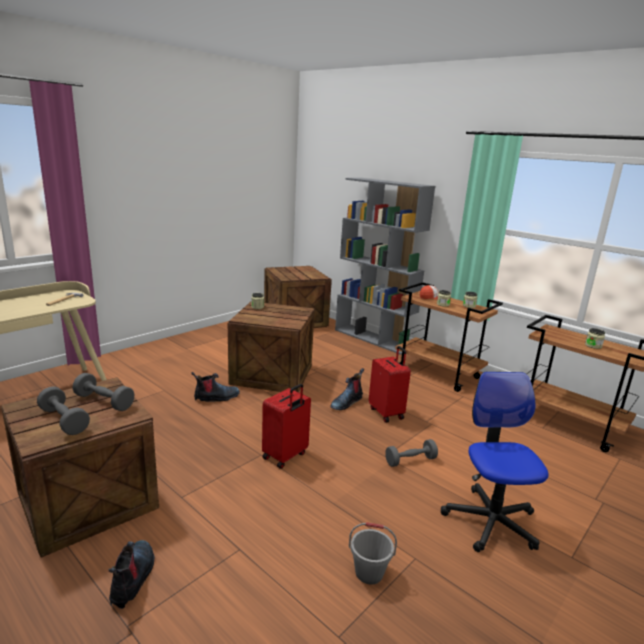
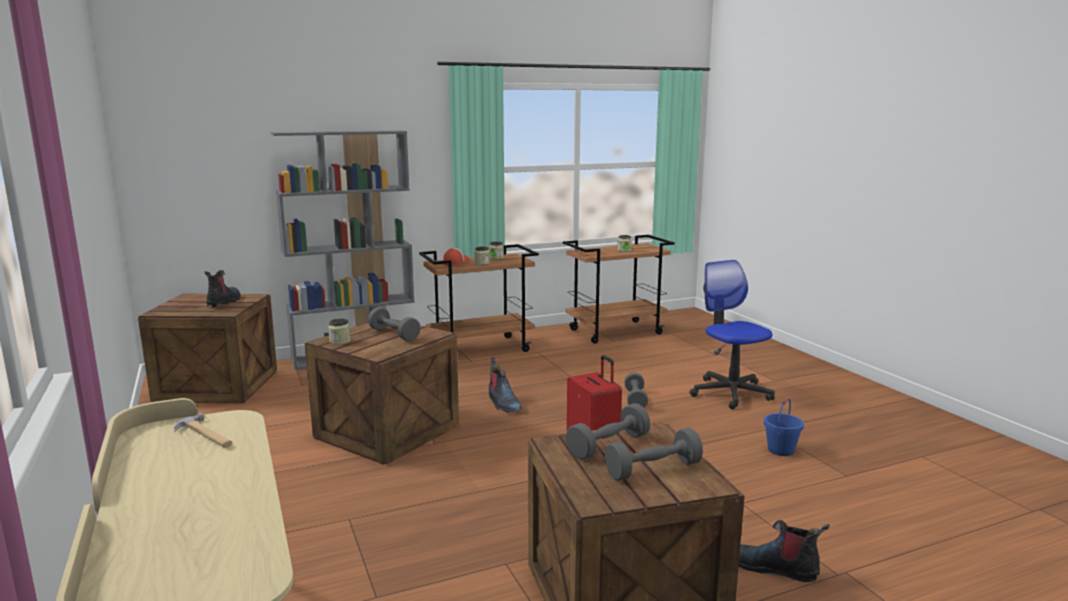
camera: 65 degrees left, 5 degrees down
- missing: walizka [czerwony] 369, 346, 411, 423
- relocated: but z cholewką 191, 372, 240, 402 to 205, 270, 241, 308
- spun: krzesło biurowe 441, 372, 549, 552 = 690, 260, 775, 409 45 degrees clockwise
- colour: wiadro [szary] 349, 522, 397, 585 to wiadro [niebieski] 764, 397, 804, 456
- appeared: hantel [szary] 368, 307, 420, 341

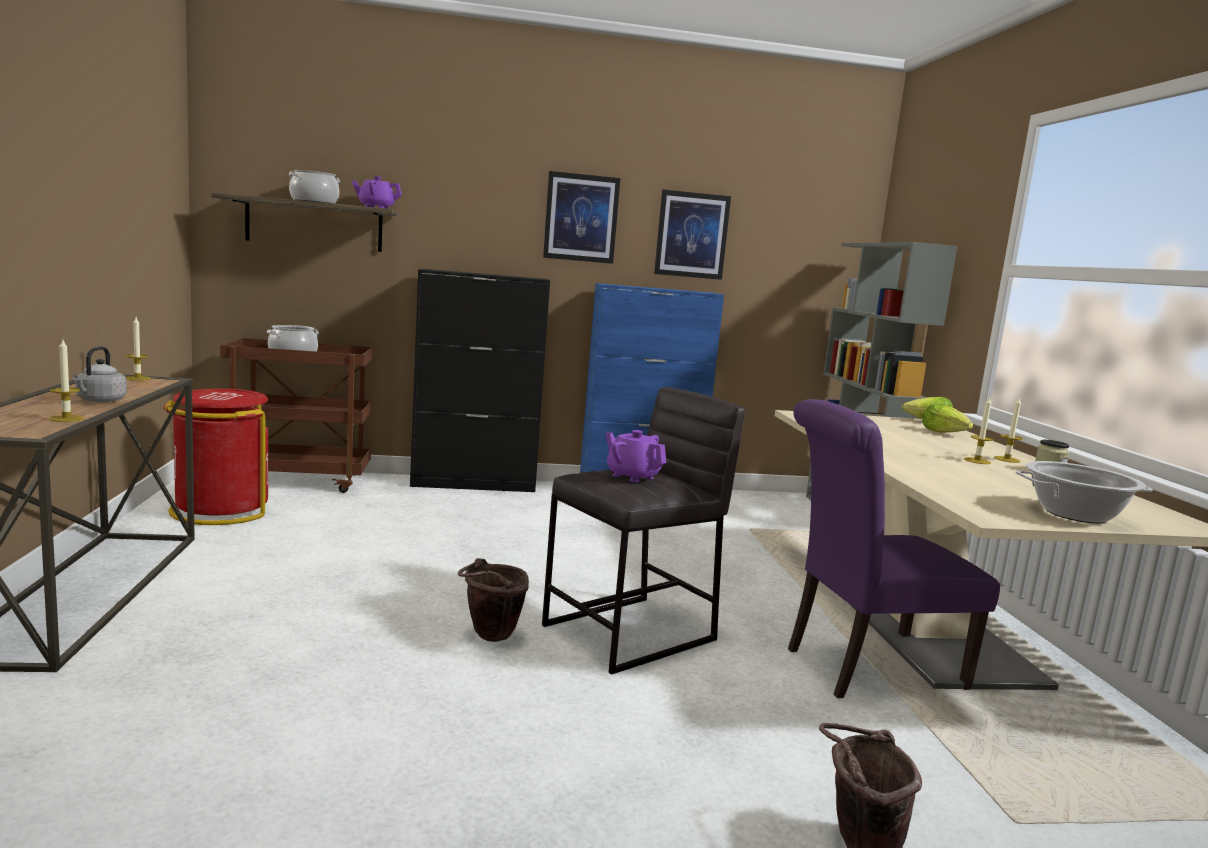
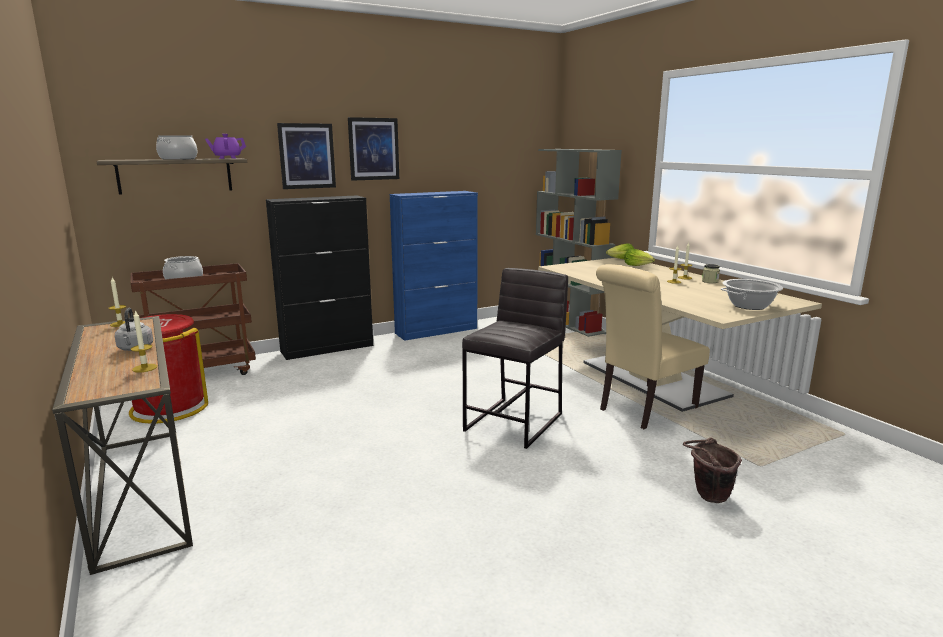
camera: 20 degrees left, 5 degrees up
- relocated: obraz 654, 190, 731, 280 to 277, 123, 336, 189
- colour: krzesło [fioletowy] 788, 399, 1000, 698 to krzesło [beżowy] 596, 264, 710, 429
- missing: imbryk [fioletowy] 605, 430, 667, 483
- missing: wiadro [brązowy] 458, 558, 529, 642

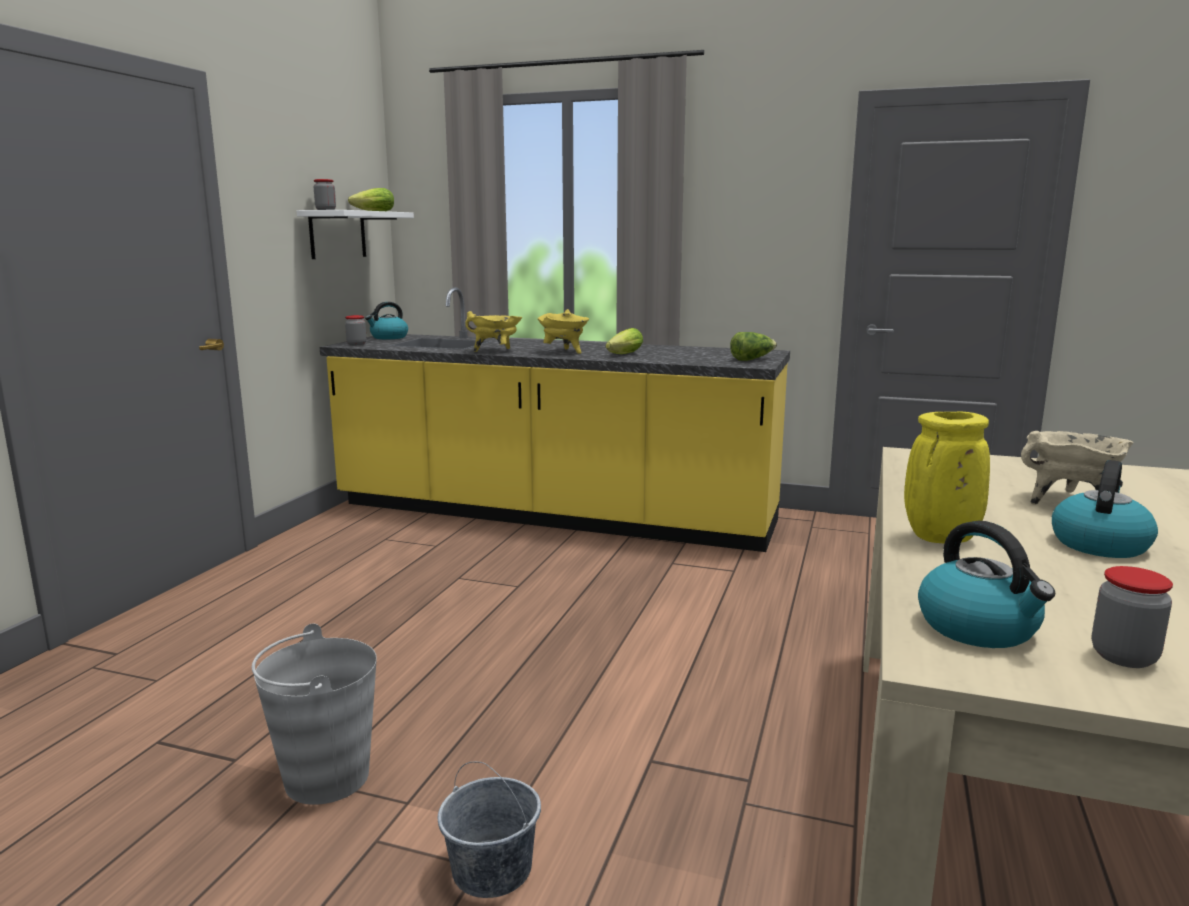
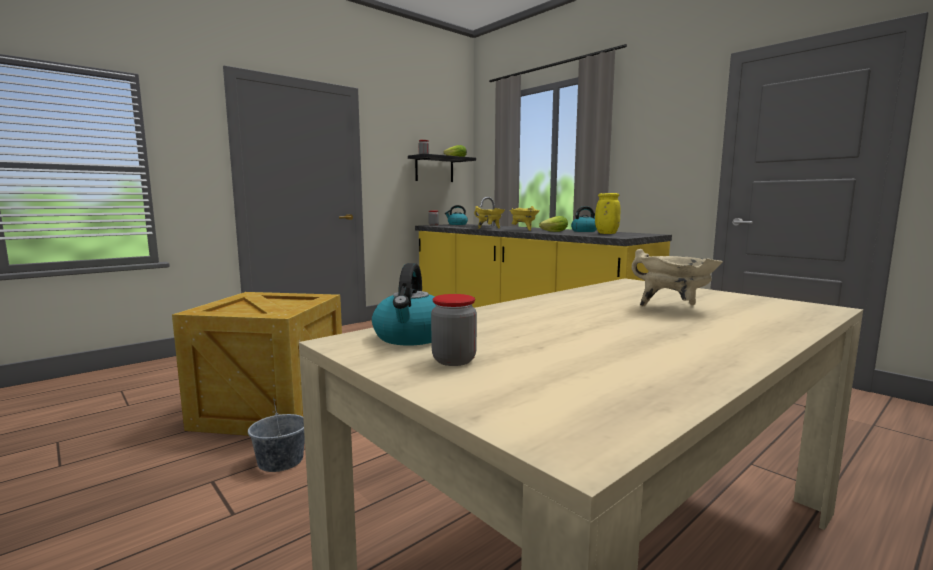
camera: 30 degrees right, 5 degrees down
- colour: półka [biały] 297, 210, 414, 259 to półka [czarny] 408, 154, 476, 182
- missing: sałata 730, 332, 777, 361
- relocated: wazon [żółty] 904, 412, 990, 543 to 595, 193, 620, 234
- relocated: czajnik 1052, 460, 1158, 558 to 571, 206, 597, 232
- exchanged: wiadro [szary] 252, 623, 377, 805 to skrzynka 172, 292, 342, 436

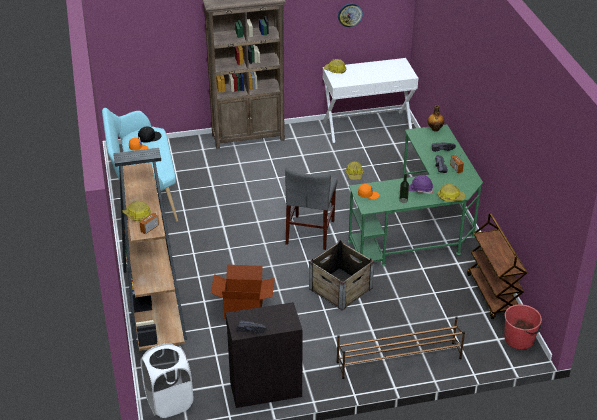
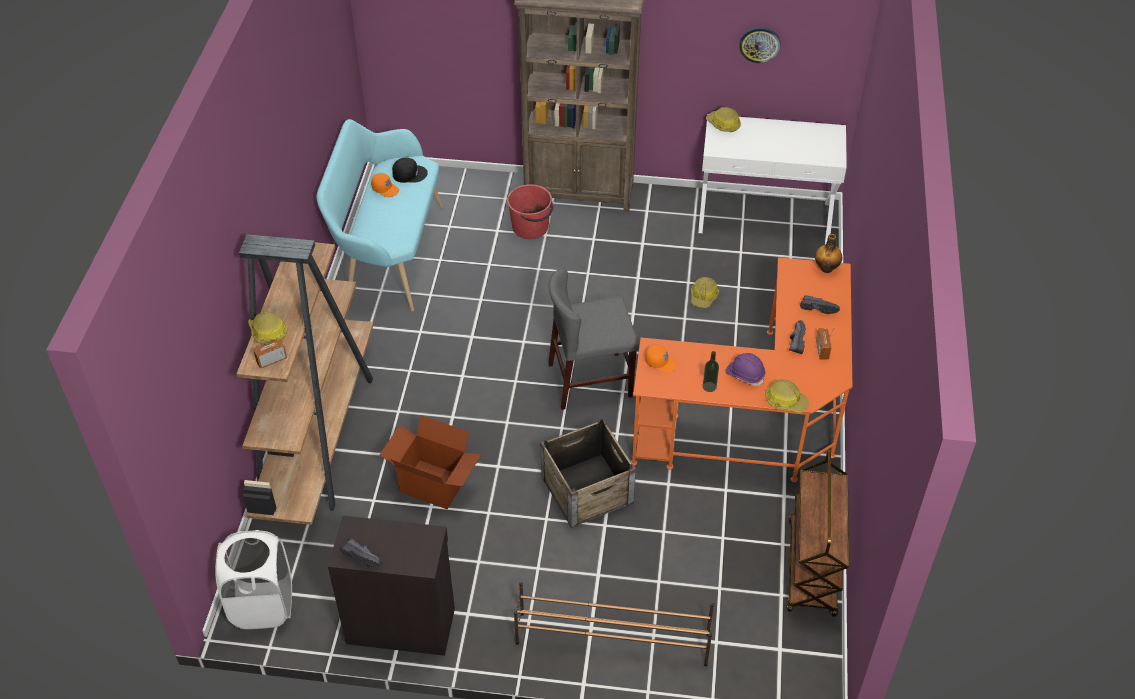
camera: 20 degrees right, 10 degrees up
- colour: biurko [zielony] 348, 124, 483, 266 to biurko [pomarańczowy] 631, 257, 852, 482
- spun: krzesło [szary] 285, 168, 338, 250 = 548, 268, 639, 410 45 degrees clockwise
- relocated: wiadro [czerwony] 504, 304, 542, 349 to 507, 184, 553, 239

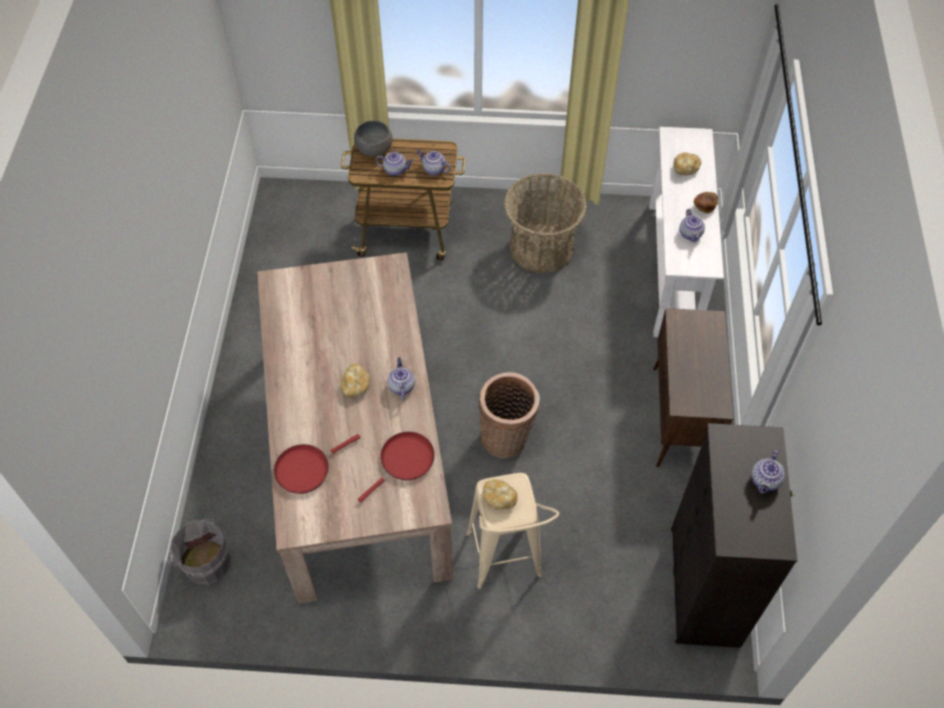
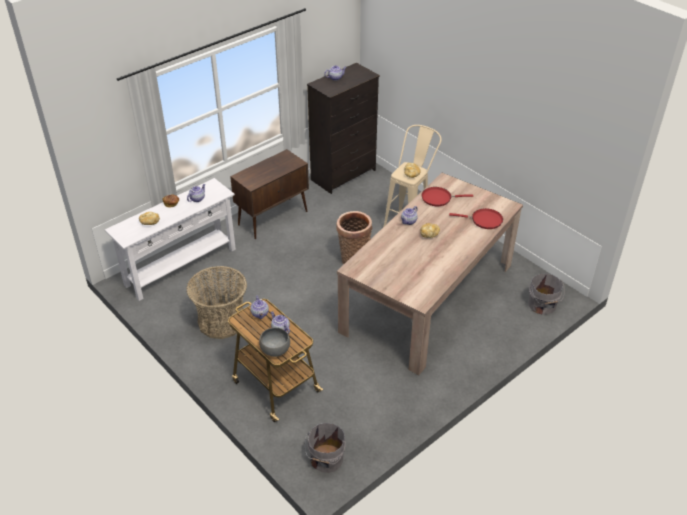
camera: 135 degrees left, 15 degrees down
- appeared: wiadro [szary] 305, 423, 346, 473

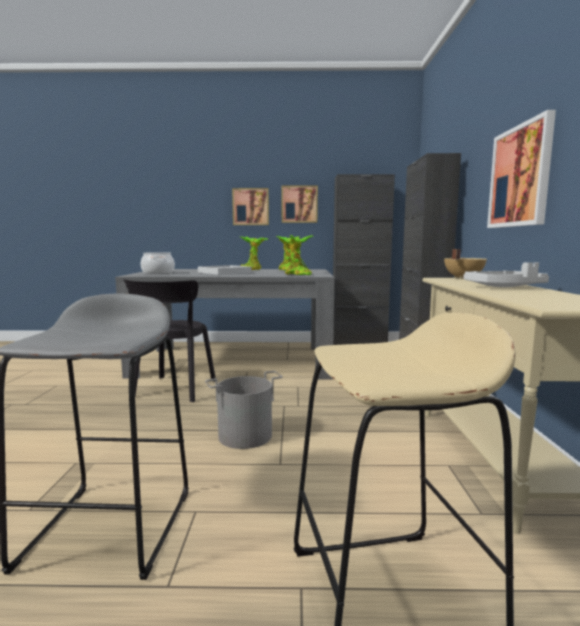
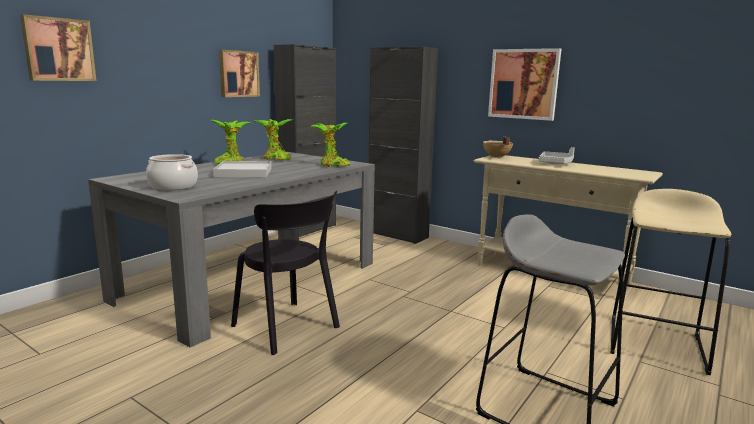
camera: 55 degrees left, 5 degrees up
- relocated: obraz 232, 188, 269, 225 to 20, 14, 96, 81
- missing: wiadro [szary] 205, 371, 283, 449

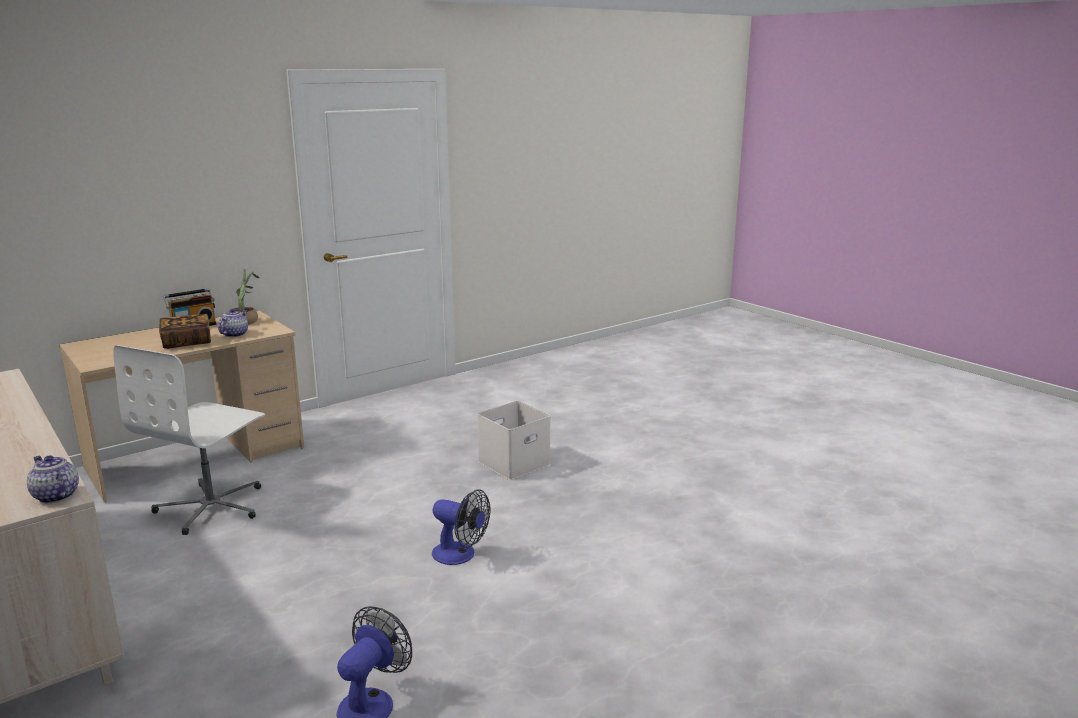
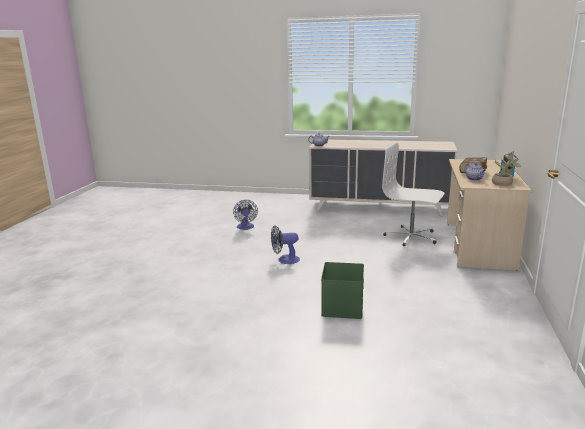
camera: 140 degrees right, 0 degrees up
- spun: krzesło biurowe [biały] 113, 345, 265, 535 = 382, 142, 444, 246 45 degrees counterclockwise
- colour: pojemnik do przechowywania [biały] 477, 401, 551, 480 to pojemnik do przechowywania [zielony] 321, 262, 364, 319

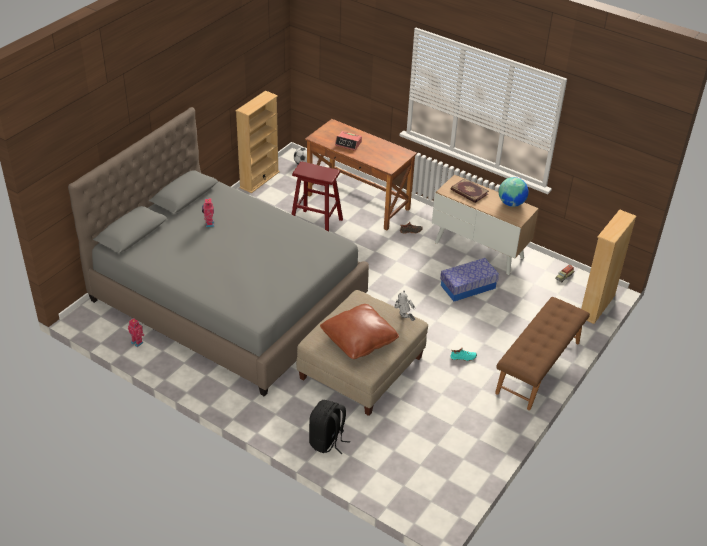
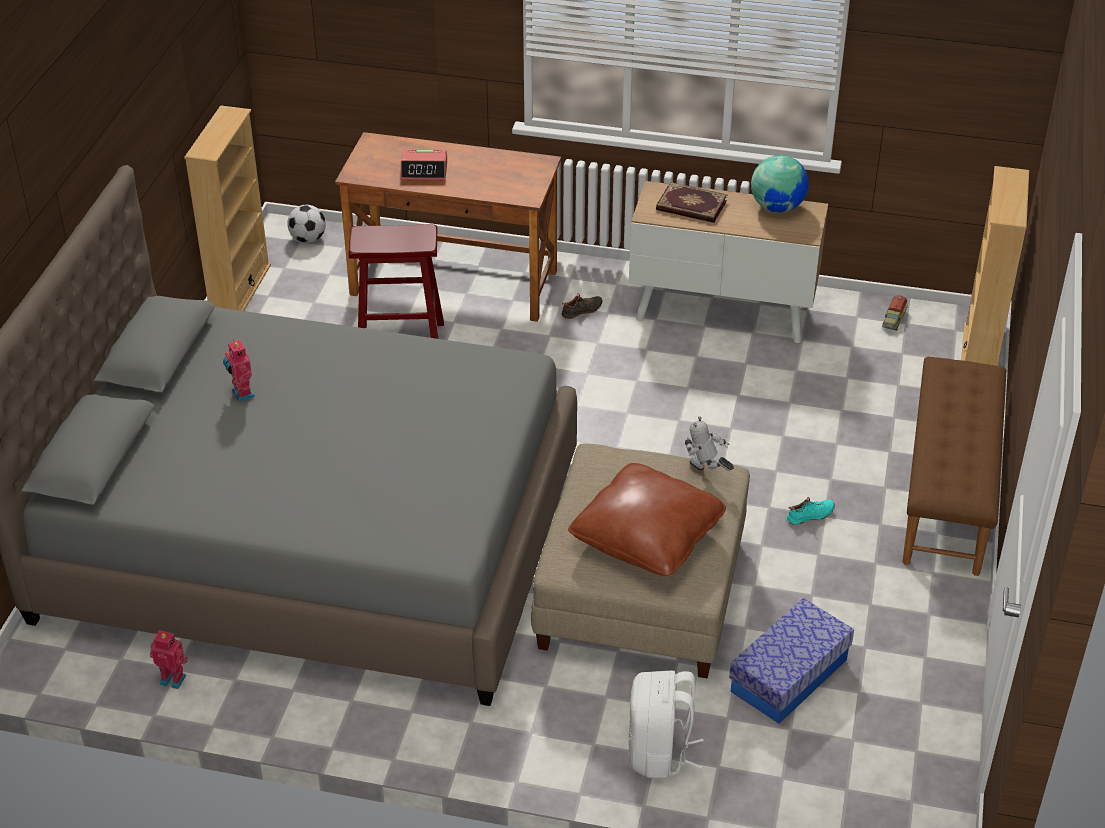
camera: 20 degrees left, 0 degrees up
- relocated: pojemnik do przechowywania 440, 258, 499, 301 to 729, 598, 854, 724
- colour: plecak [czarny] 309, 400, 350, 454 to plecak [biały] 629, 670, 704, 778

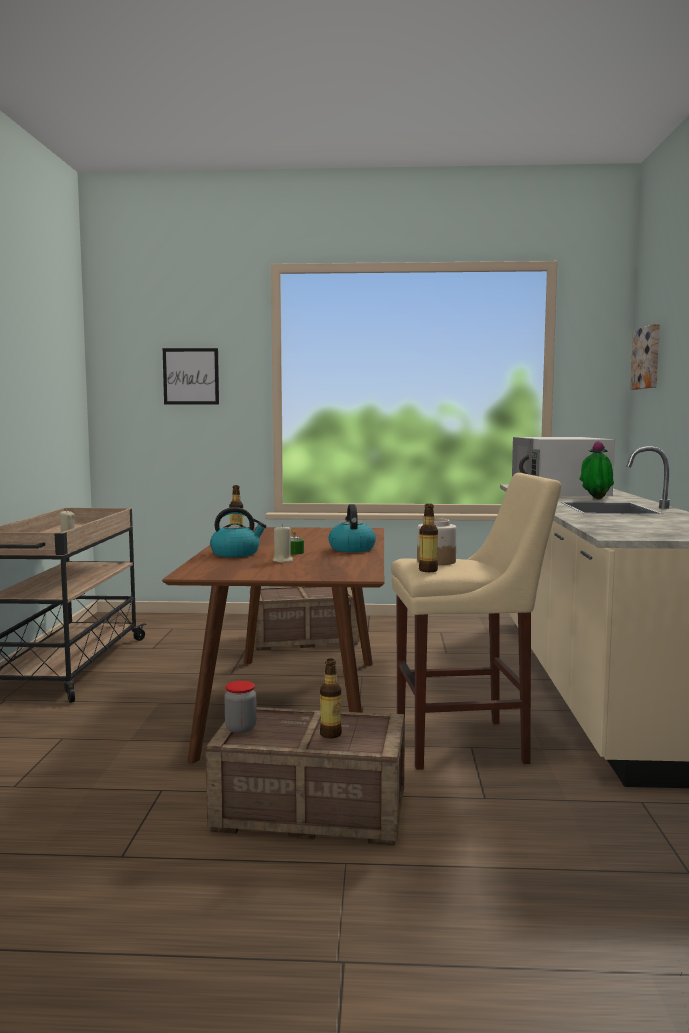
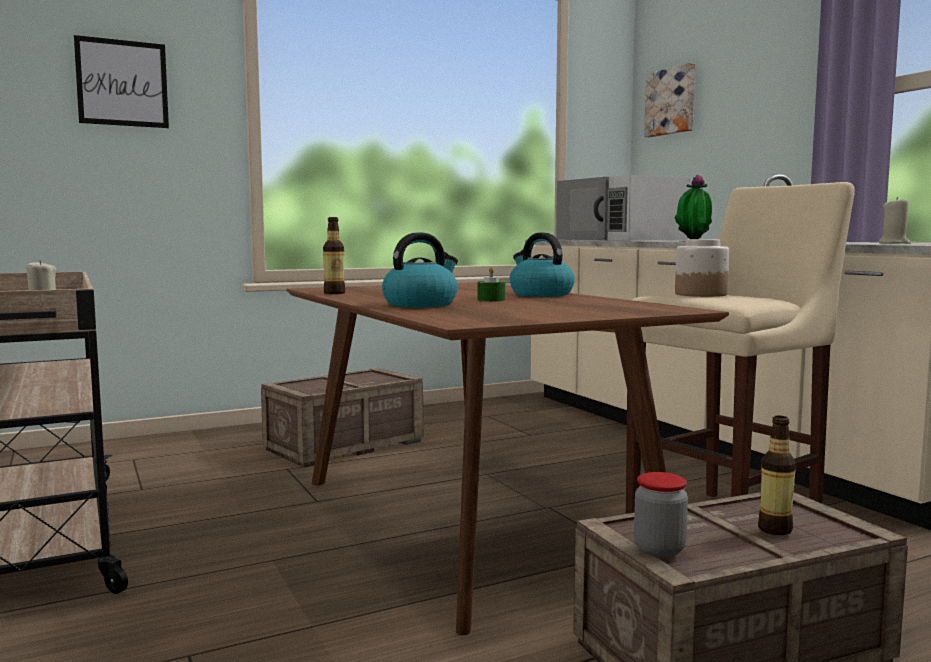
camera: 30 degrees left, 0 degrees up
- missing: butelka 419, 504, 438, 572
- relocated: świeca [beżowy] 273, 524, 293, 563 to 878, 197, 911, 244

